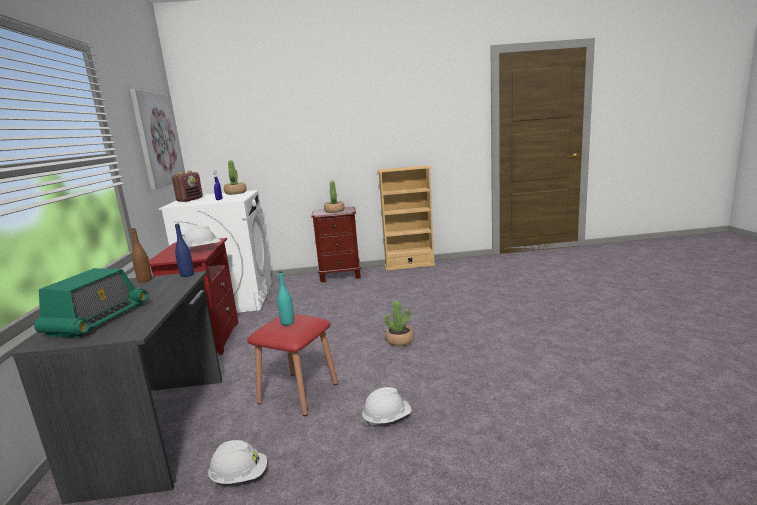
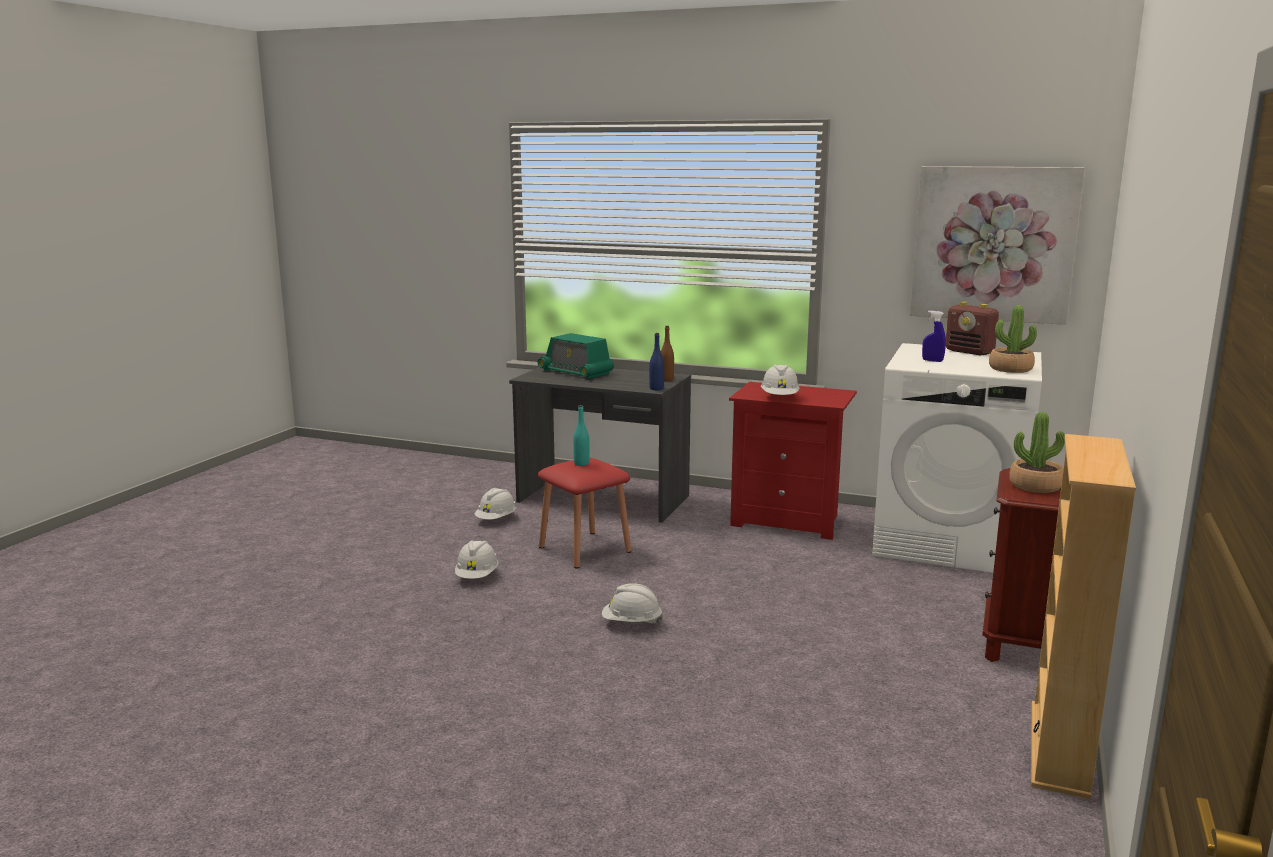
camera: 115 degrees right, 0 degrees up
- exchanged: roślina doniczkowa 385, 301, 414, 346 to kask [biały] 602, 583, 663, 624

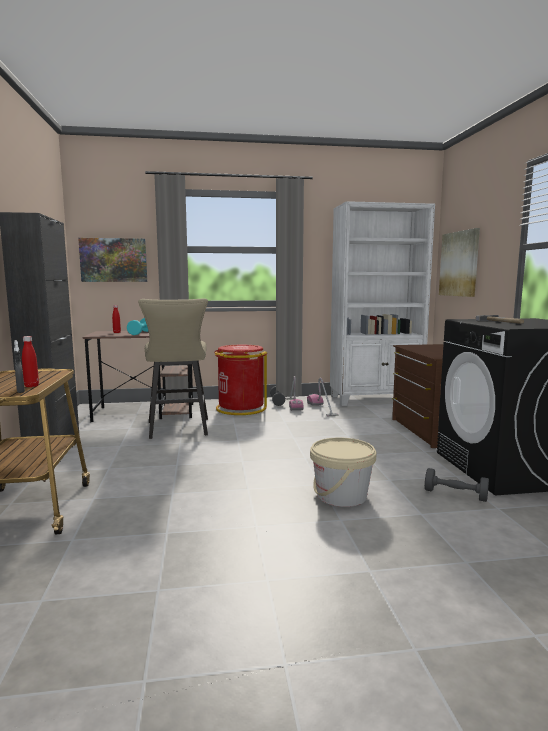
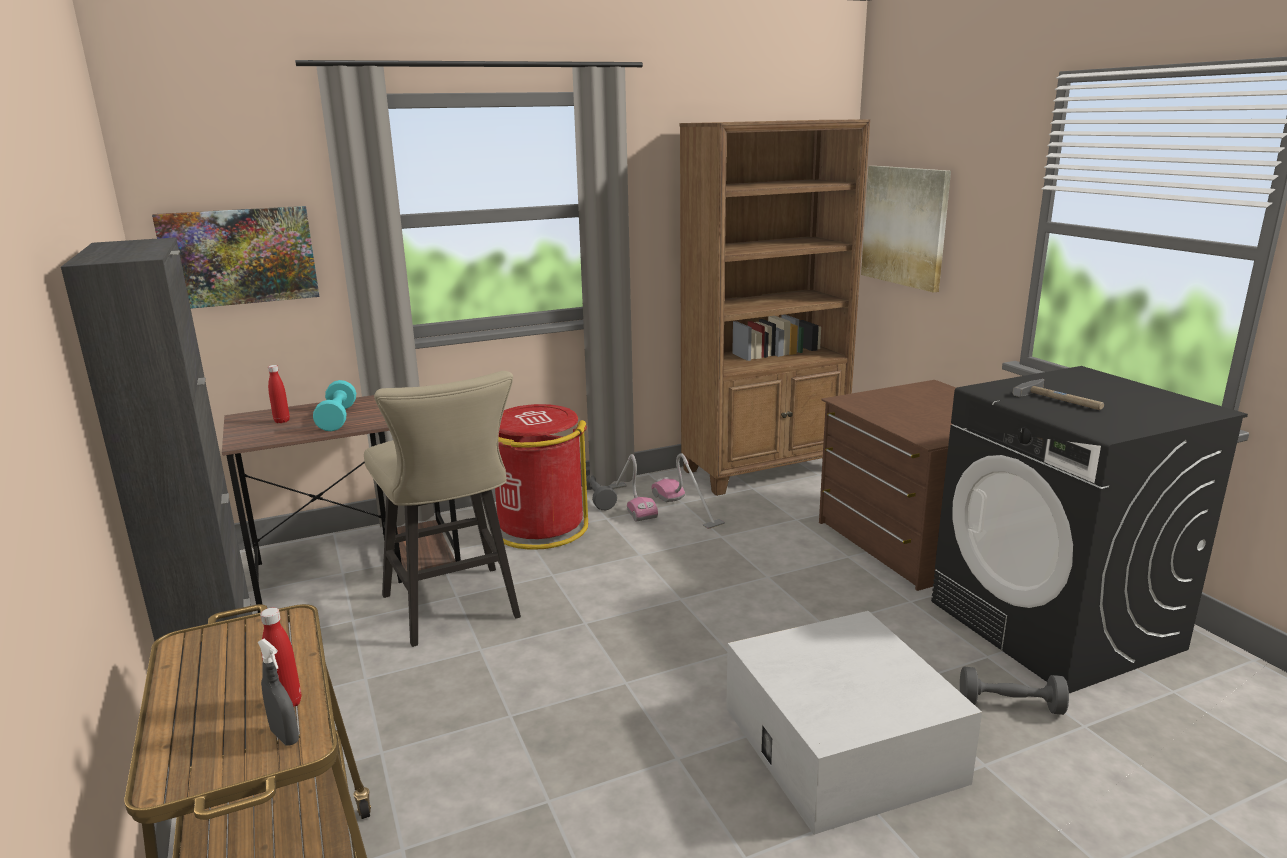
camera: 15 degrees left, 10 degrees up
- colour: regał [biały] 330, 201, 435, 406 to regał [brązowy] 680, 119, 870, 496
- exchanged: wiadro [beżowy] 310, 437, 376, 507 to pojemnik do przechowywania [biały] 726, 611, 982, 835

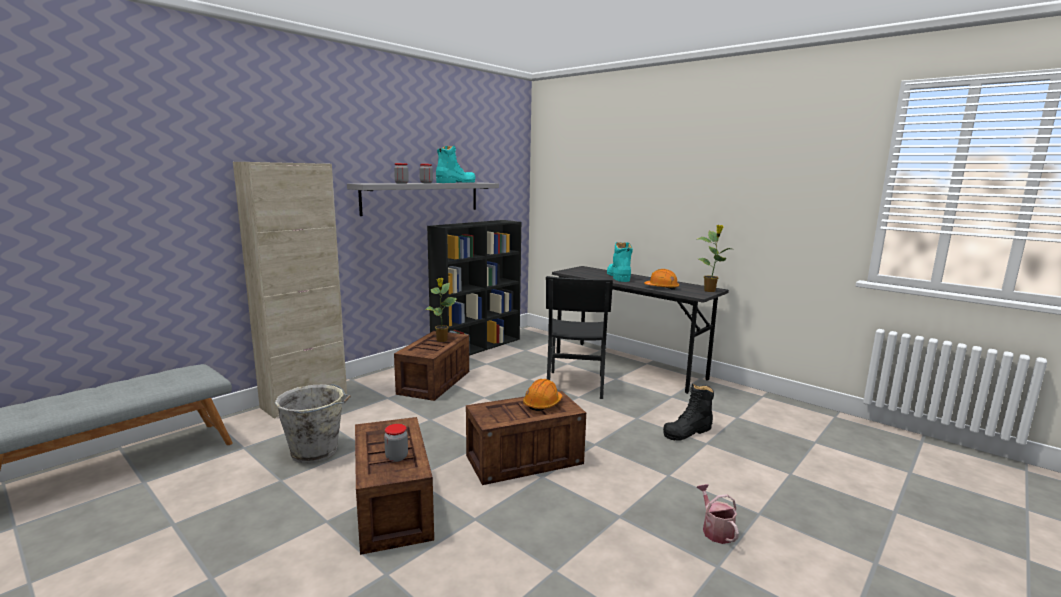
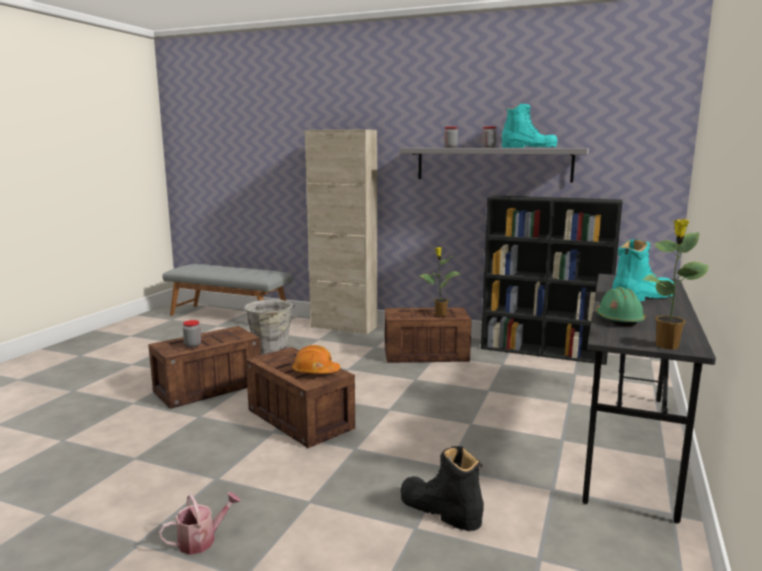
camera: 70 degrees right, 0 degrees up
- colour: kask [pomarańczowy] 644, 269, 679, 290 to kask [zielony] 596, 287, 646, 327
- missing: krzesło [czarny] 546, 276, 613, 399

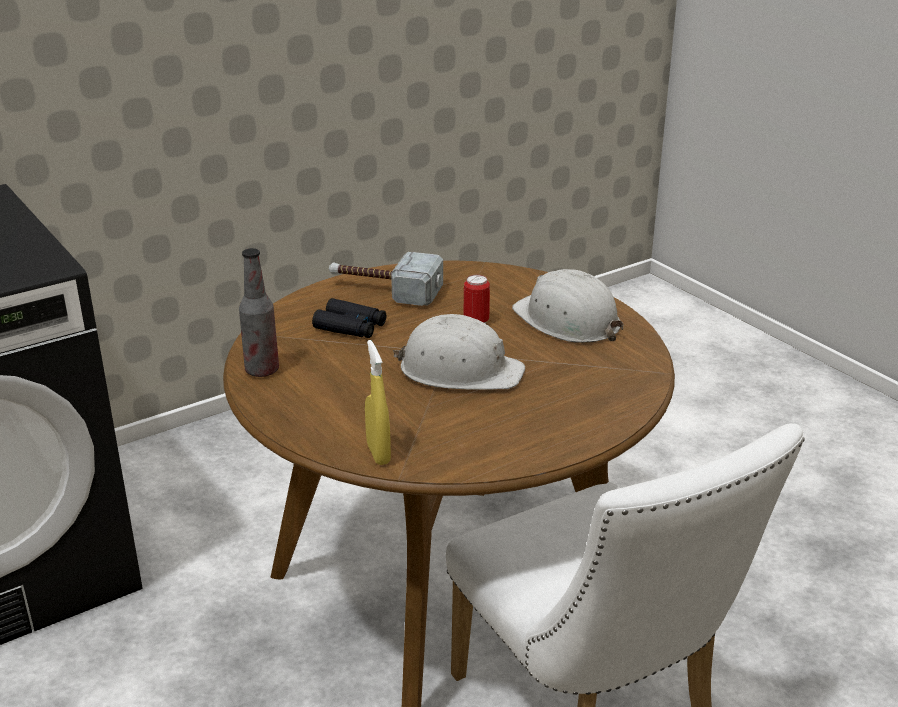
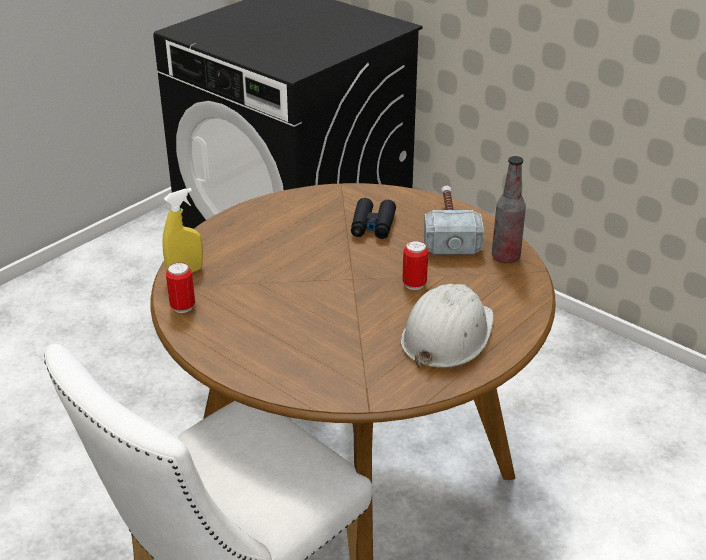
camera: 75 degrees right, 5 degrees up
- relocated: butelka 239, 248, 279, 377 to 492, 156, 526, 263
- missing: kask [biały] 393, 314, 525, 390
- appeared: puszka 166, 262, 195, 313

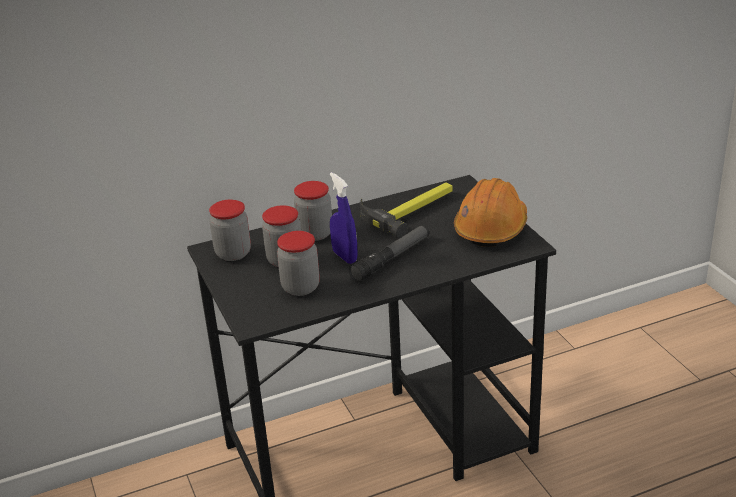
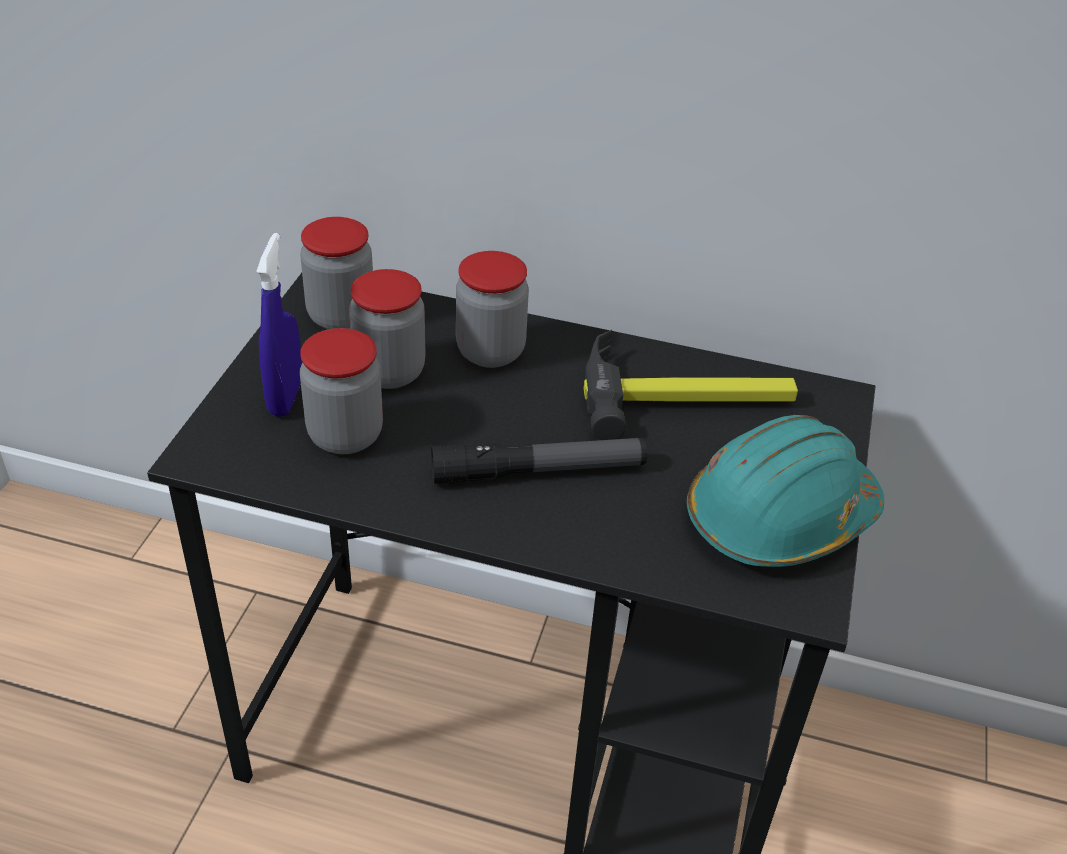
camera: 35 degrees right, 10 degrees up
- relocated: spryskiwacz [niebieski] 330, 172, 358, 264 to 256, 233, 302, 417
- colour: kask [pomarańczowy] 454, 178, 527, 247 to kask [turkusowy] 687, 415, 884, 567

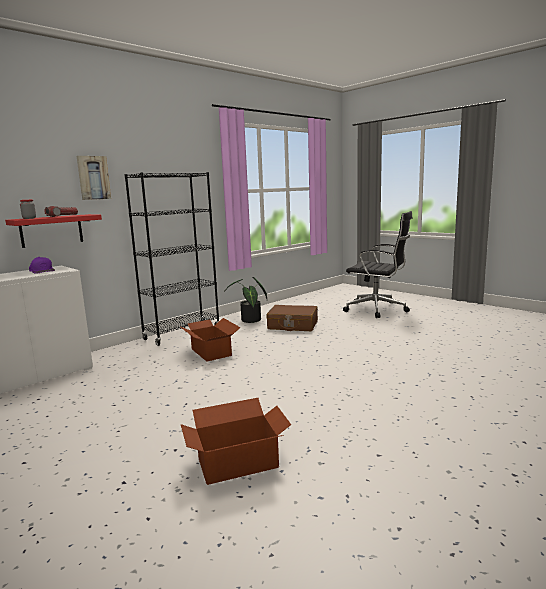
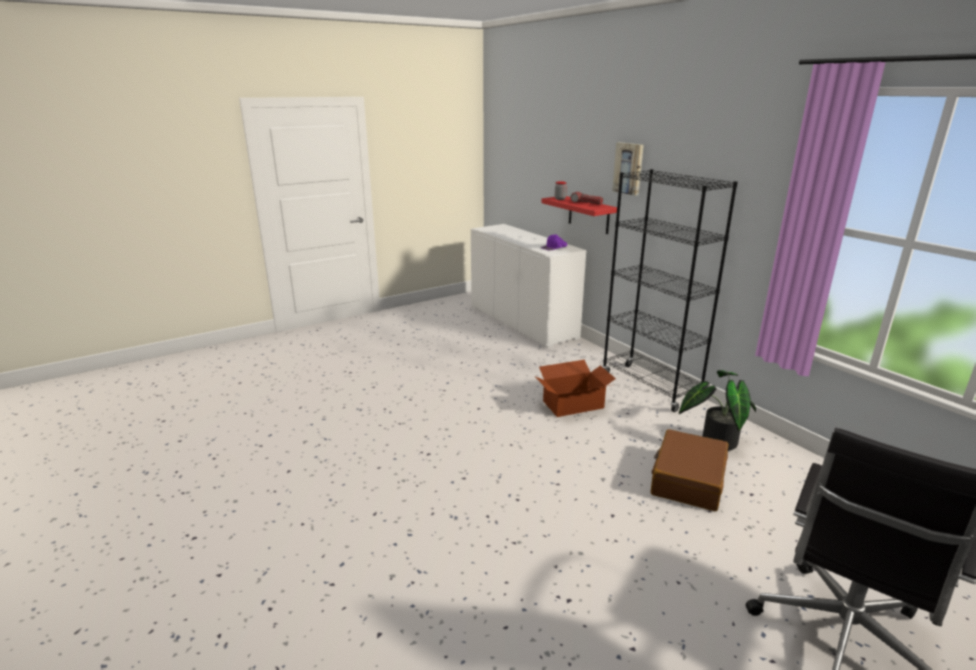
camera: 100 degrees right, 10 degrees up
- missing: karton 181, 398, 291, 485

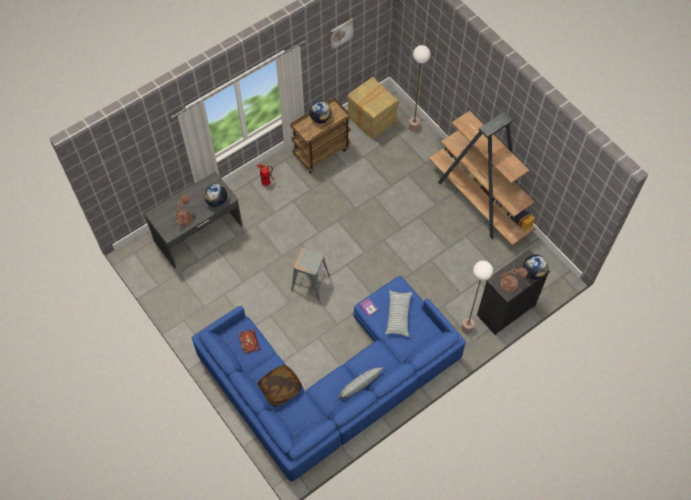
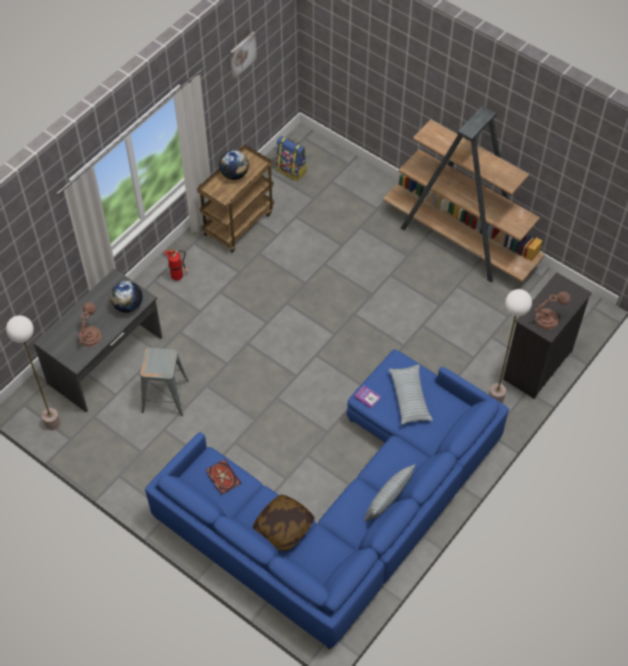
camera: 15 degrees left, 5 degrees down
- relocated: lampa stojąca 409, 45, 430, 132 to 6, 315, 61, 430
- exchanged: karton 347, 77, 399, 139 to plecak 276, 136, 307, 181
- relocated: stołek [szary] 291, 248, 330, 300 to 140, 348, 189, 416
- missing: globus 523, 254, 548, 279

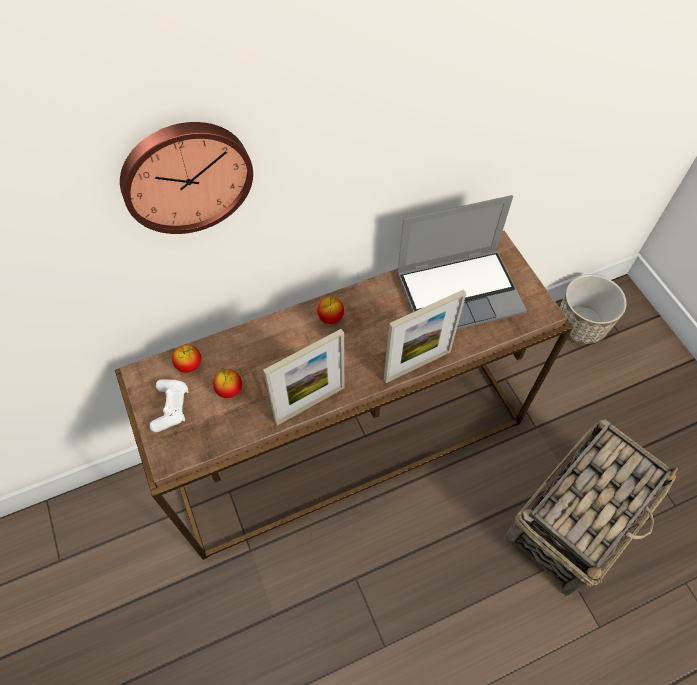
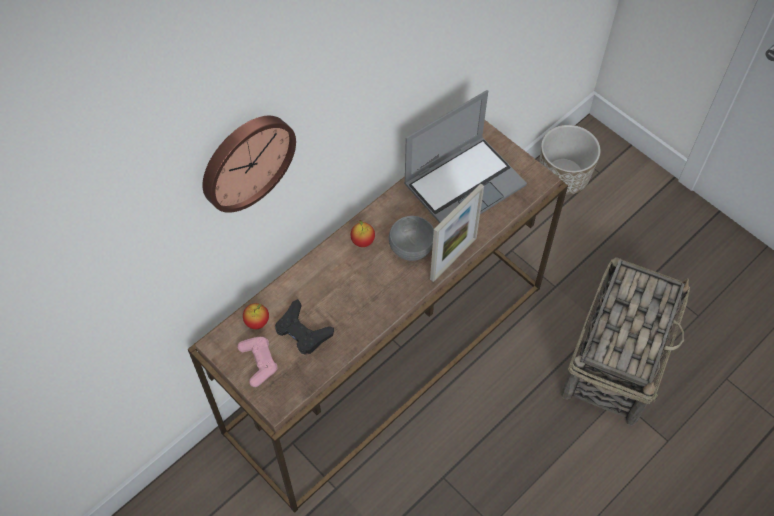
camera: 20 degrees left, 0 degrees up
- missing: ramka na zdjęcie 263, 329, 344, 425
- exchanged: jabłko 213, 368, 242, 398 to pad do gier [czarny] 275, 299, 334, 355
- colour: pad do gier [biały] 150, 379, 189, 432 to pad do gier [różowy] 237, 337, 278, 387
- appeared: miska [szary] 389, 216, 434, 261

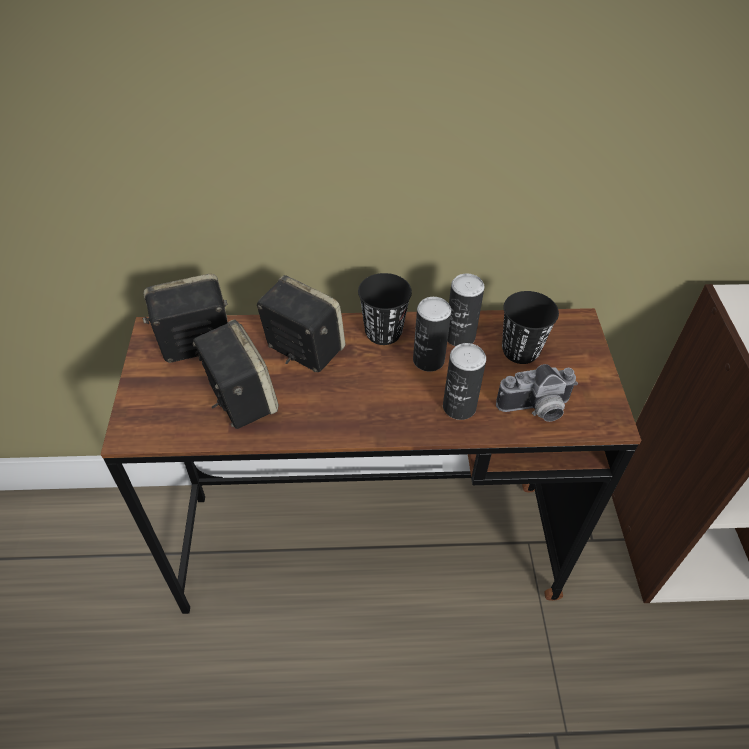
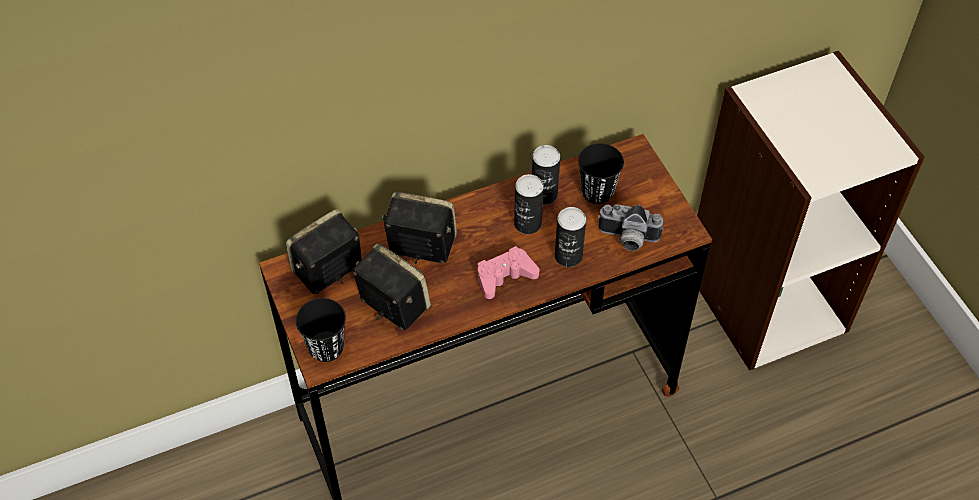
camera: 20 degrees left, 5 degrees up
- relocated: filiżanka [czarny] 358, 273, 412, 345 to 296, 298, 346, 362
- spun: aparat fotograficzny 496, 364, 578, 422 = 598, 204, 664, 251 45 degrees clockwise
- appeared: pad do gier [różowy] 478, 246, 539, 299

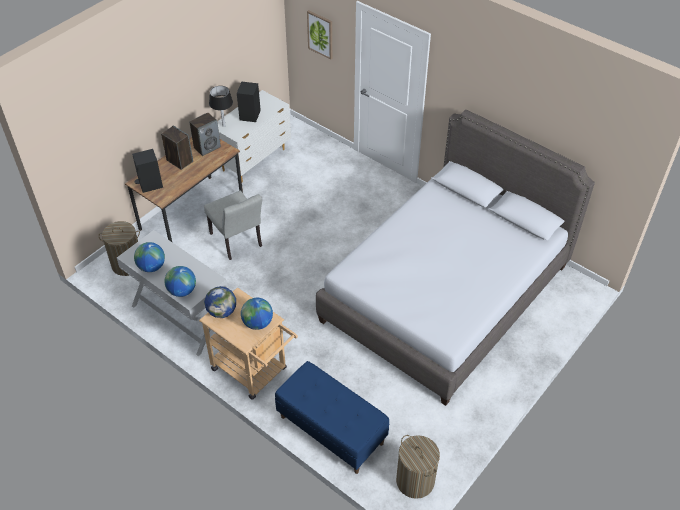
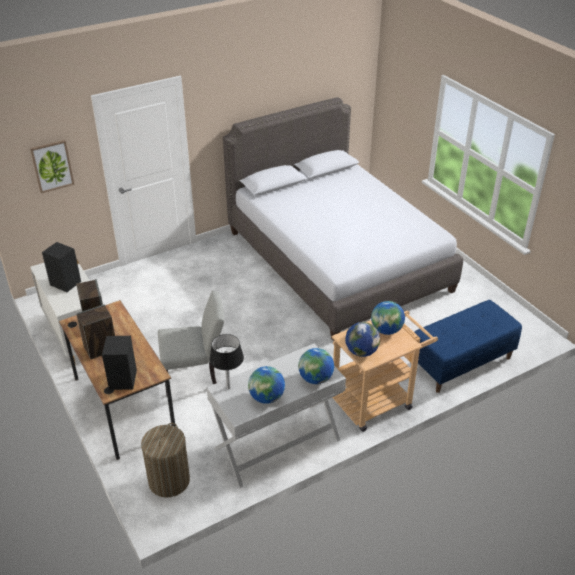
camera: 70 degrees left, 10 degrees down
- relocated: lampa stołowa [czarny] 209, 86, 233, 127 to 209, 334, 244, 389
- missing: kosz na pranie 396, 435, 440, 499

